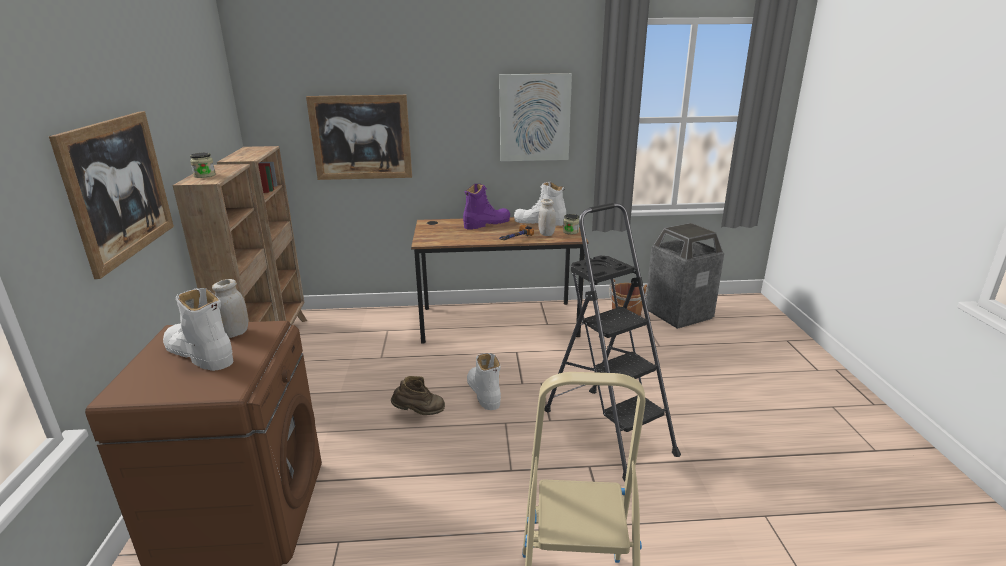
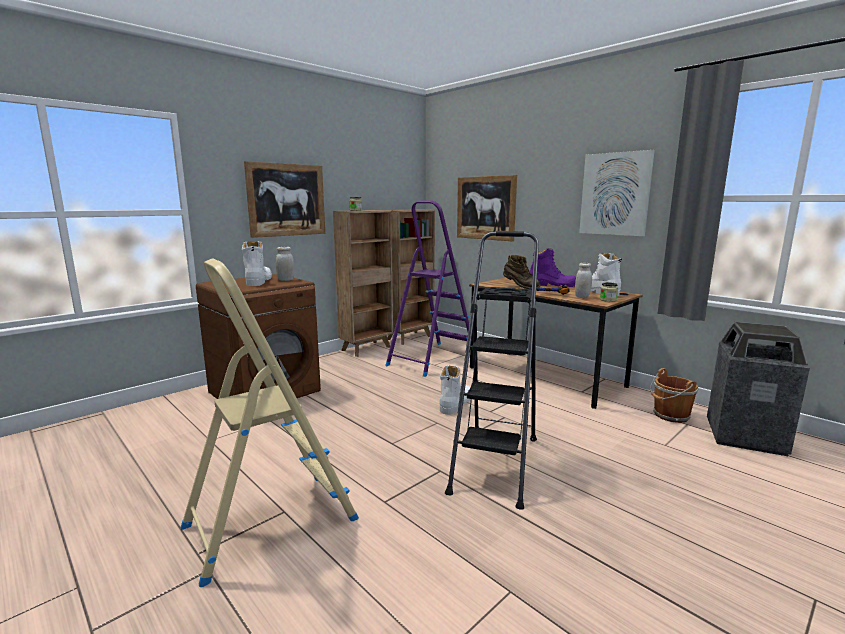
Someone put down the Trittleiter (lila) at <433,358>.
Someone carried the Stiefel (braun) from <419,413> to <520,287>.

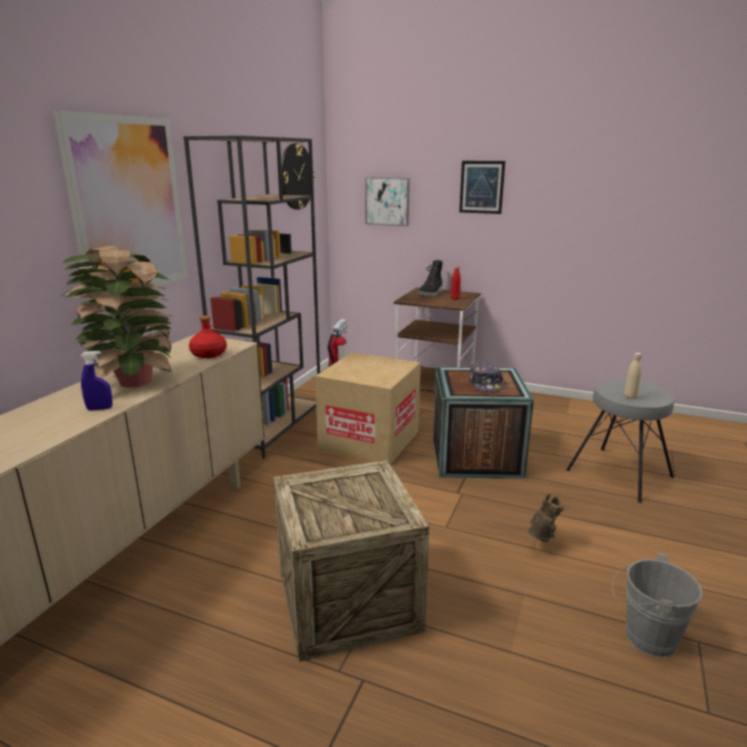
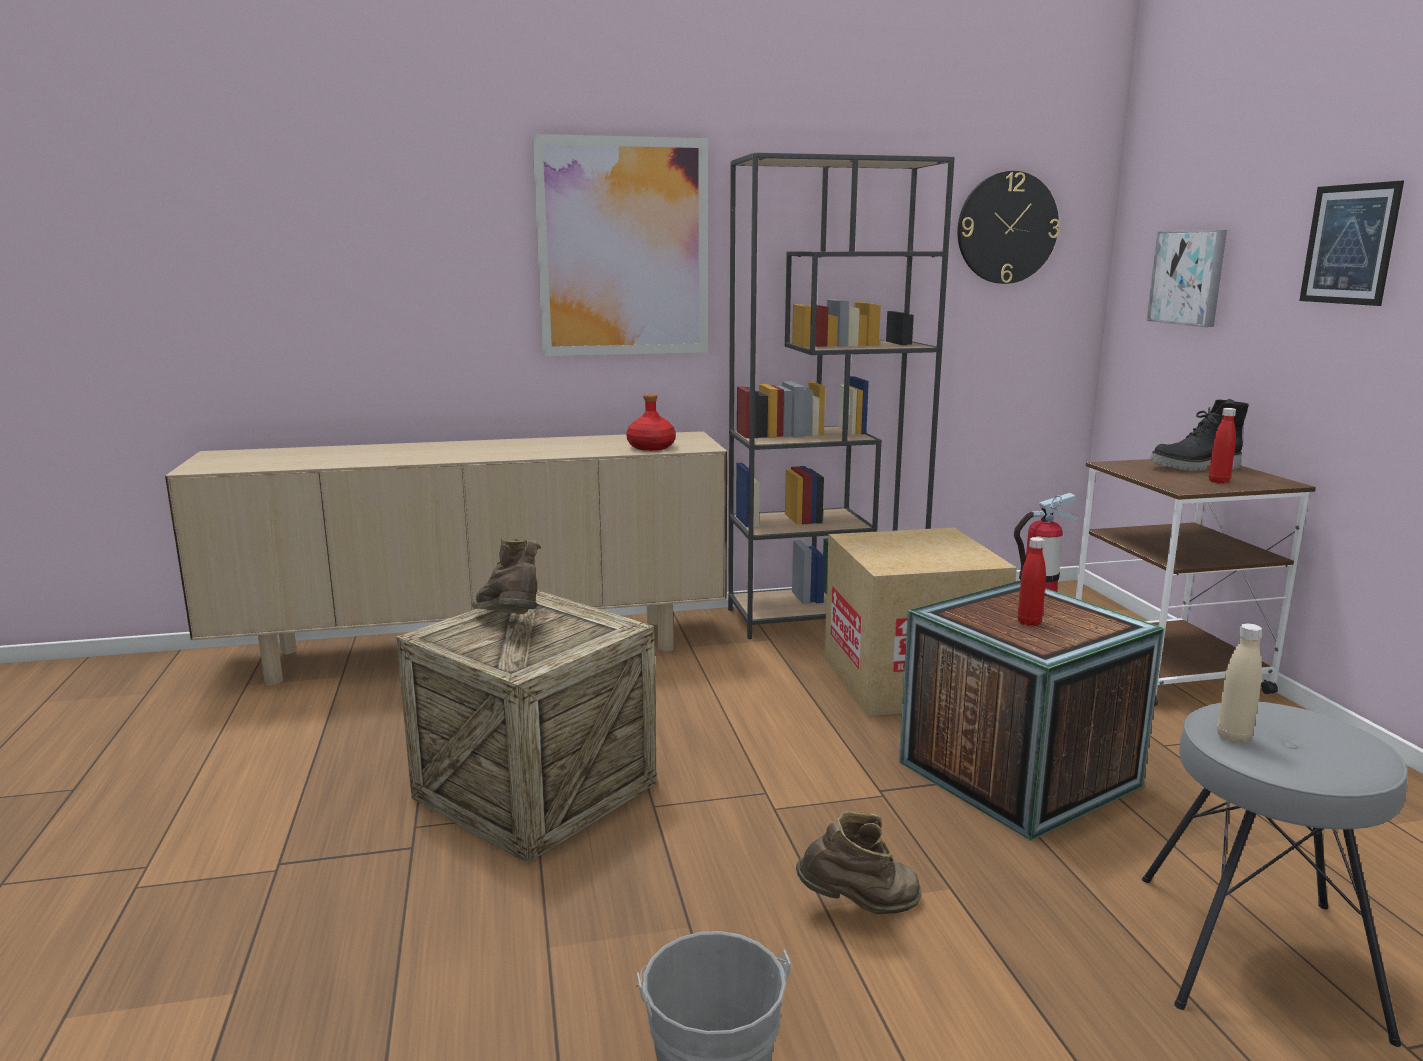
Someone put down the Stiefel (braun) at <510,624>.
Someone swapped the Kappe at <485,384> for the Flasche (rot) at <1029,623>.
Someone took away the Topfpflanze at <132,381>.
Someone took away the Sprühflasche (blau) at <99,409>.

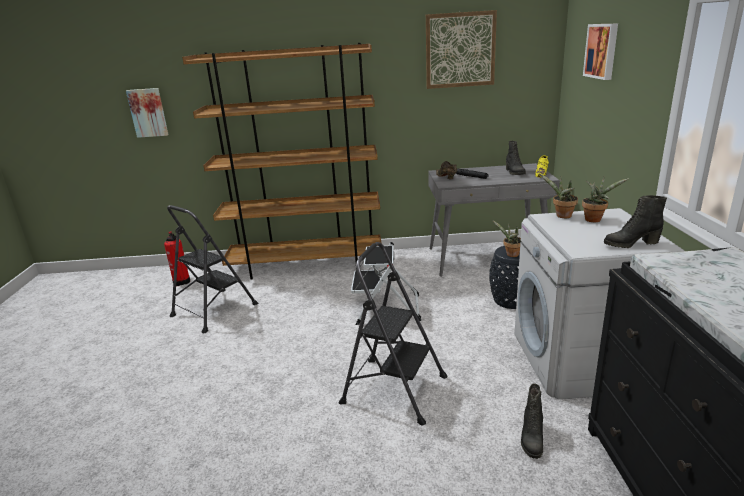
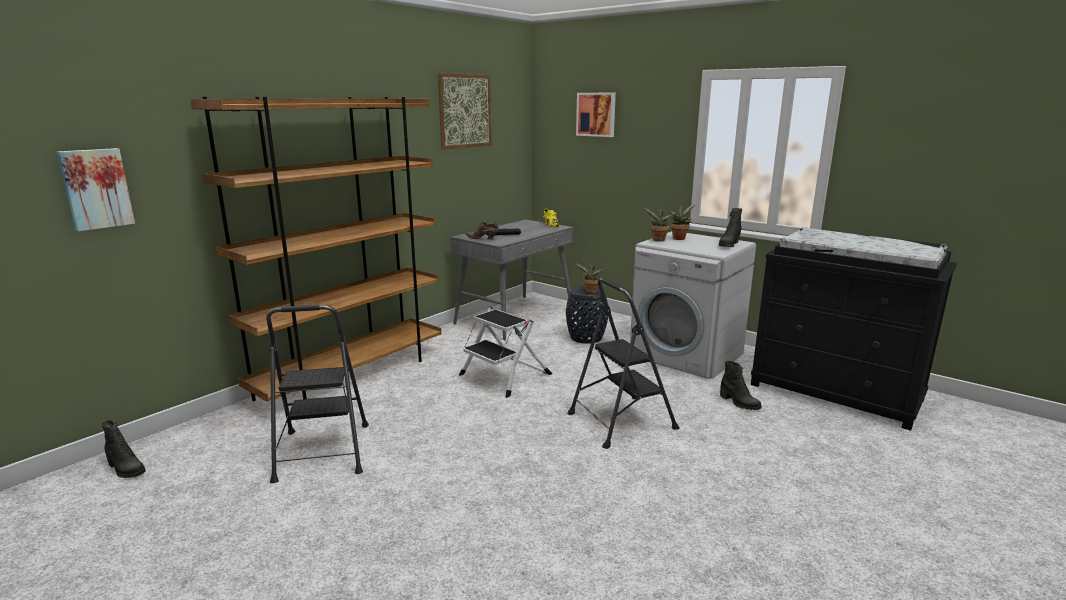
Someone carried the Stiefel (schwarz) from <514,172> to <126,469>.
Someone took away the Feuerlöscher at <182,281>.

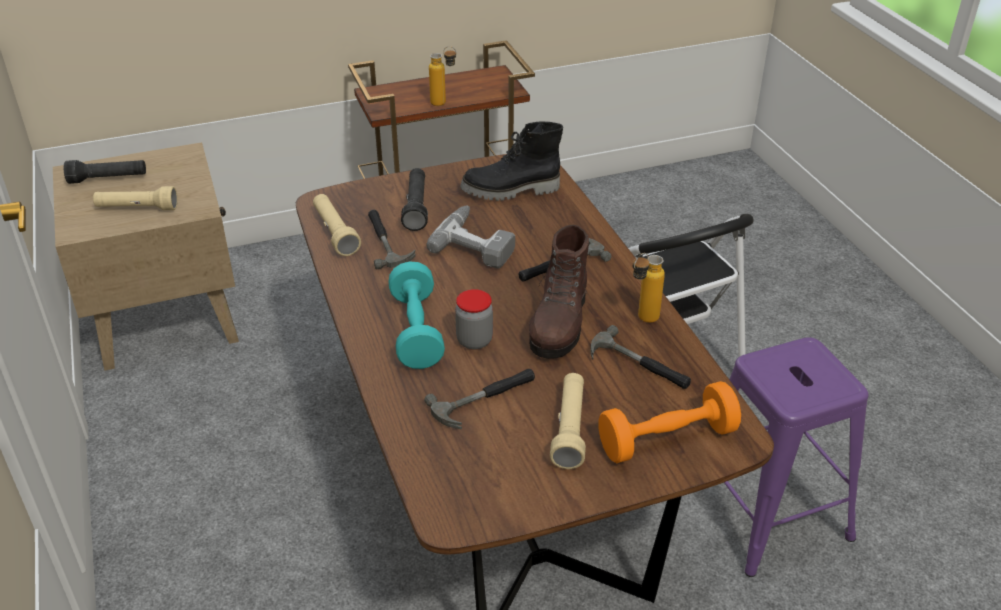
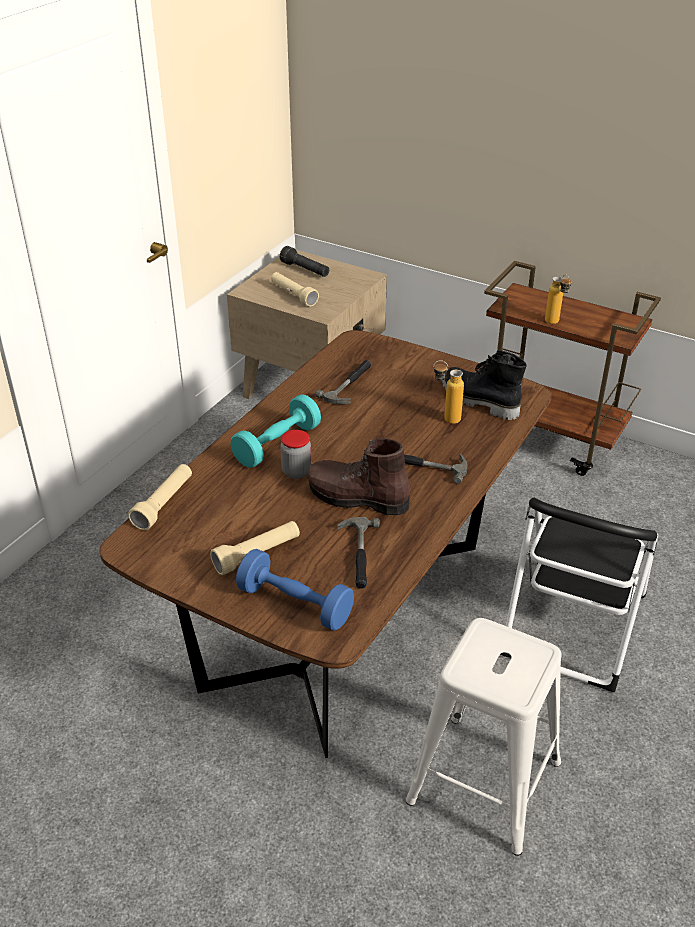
Someone carried the Taschenlampe (beige) from <335,233> to <164,504>.
Someone repainted the Hantel (orange) at <667,440>, which became the Hantel (blau) at <295,604>.
Someone rotated the Stiefel (braun) at <559,325> by 45 degrees clockwise.
Someone repainted the Hocker (lila) at <768,513>, which became the Hocker (weiß) at <484,782>.
Someone carried the Flasche from <642,320> to <445,418>.
Someone took away the Taschenlampe (schwarz) at <416,207>.
Someone took away the Hammer at <485,399>.
Someone took away the Bohrmaschine at <477,243>.

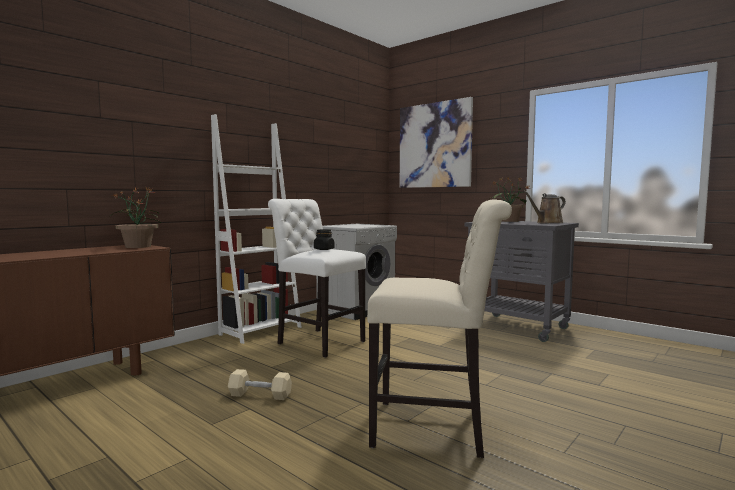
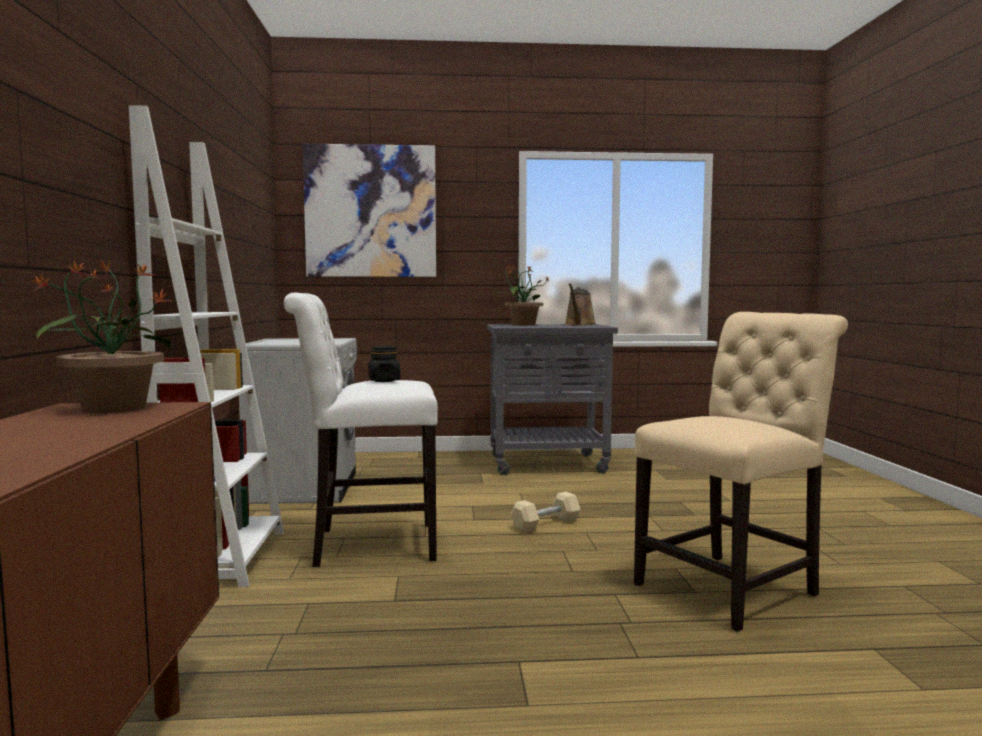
Someone carried the Hantel (beige) from <260,395> to <546,524>.
Someone swapped the Hocker (beige) at <436,429> for the Stuhl (beige) at <734,588>.

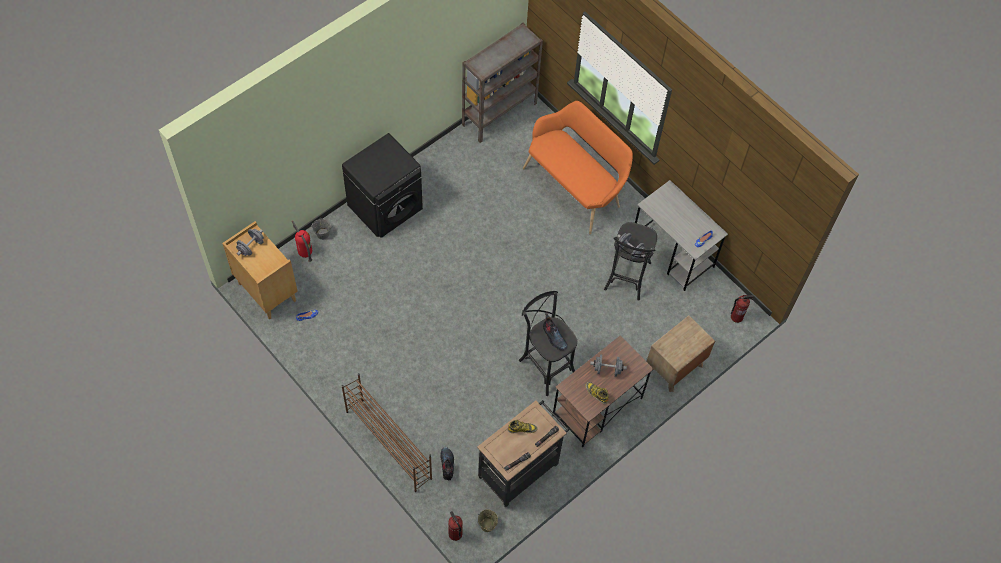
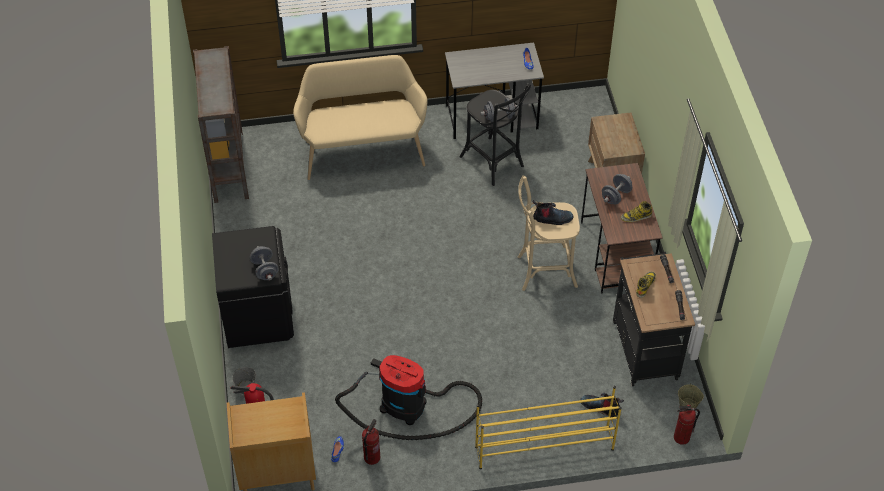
Someone carried the Hantel (grau) from <251,247> to <265,270>.
Someone repainted the Bank (orange) at <575,186>, which became the Bank (beige) at <362,150>.
Someone put down the Staubsauger at <408,407>.
Someone carried the Feuerlöscher from <736,316> to <371,457>.
Someone repainted the Schuhregal (braun) at <388,444>, which became the Schuhregal (gelb) at <543,448>.
Someone repainted the Hocker (schwarz) at <546,365>, which became the Hocker (beige) at <543,271>.

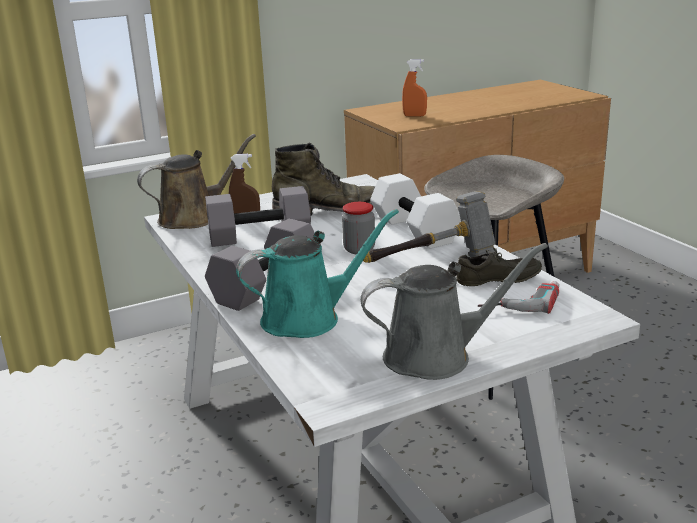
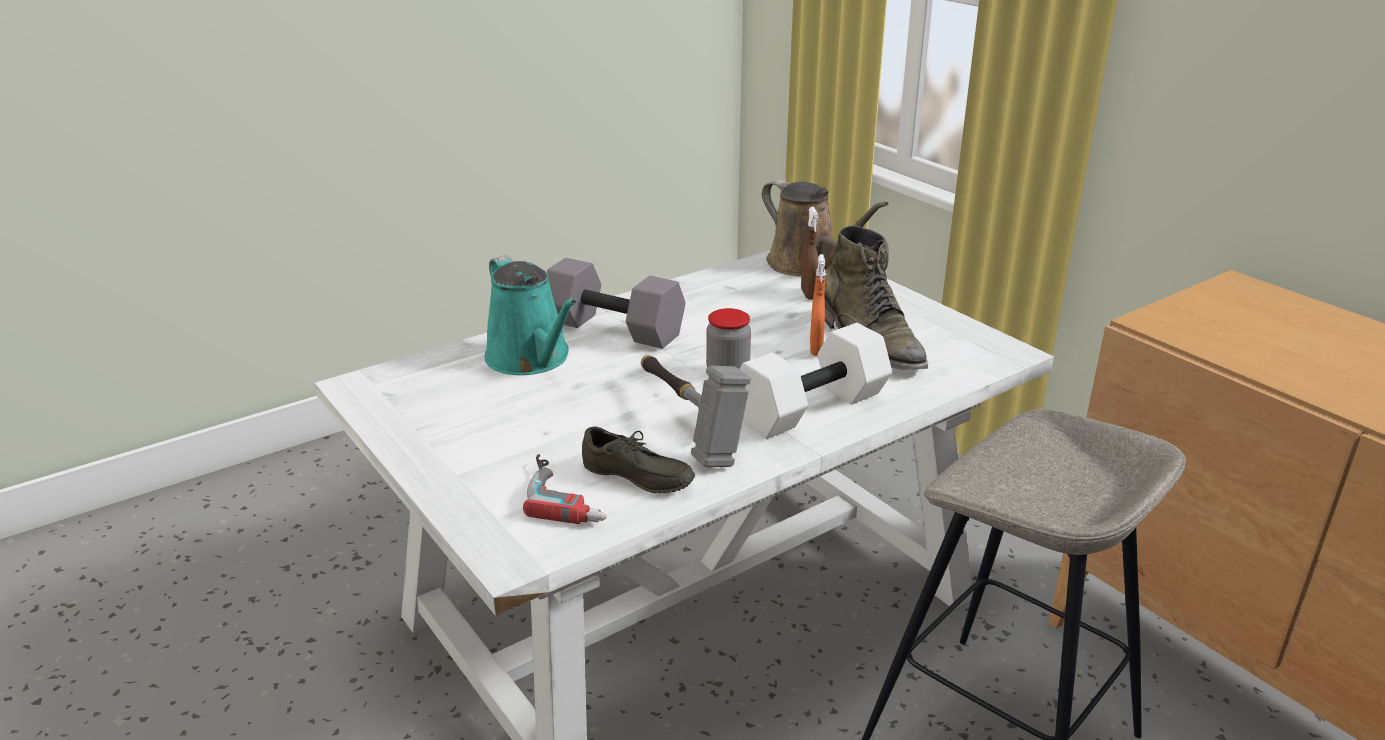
Someone rotated the Schuh (grau) at <499,280> by 45 degrees counterclockwise.
Someone carried the Sprühflasche (orange) from <414,116> to <816,349>.
Someone took away the Hantel (grau) at <260,236>.
Someone took away the Gießkanne (grau) at <436,356>.

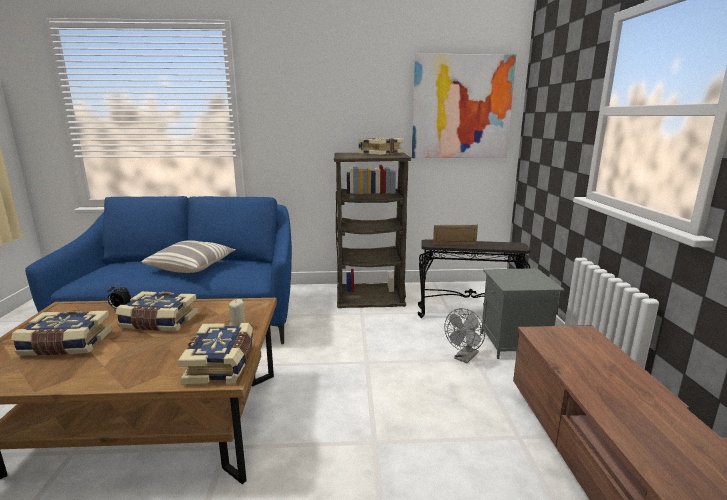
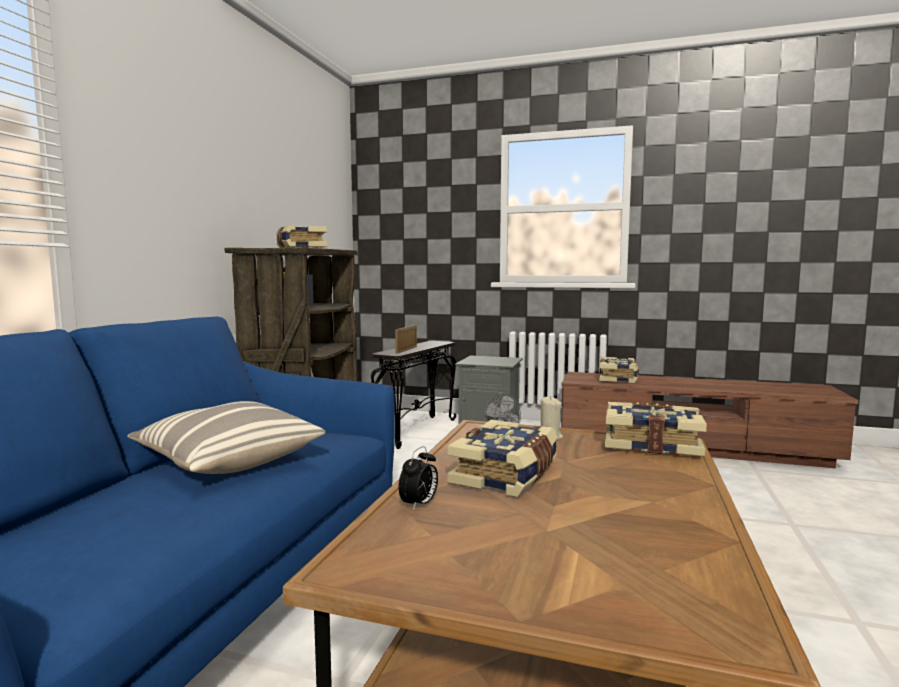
Someone carried the Buch from <66,345> to <619,378>.
Someone took away the Bild at <461,107>.

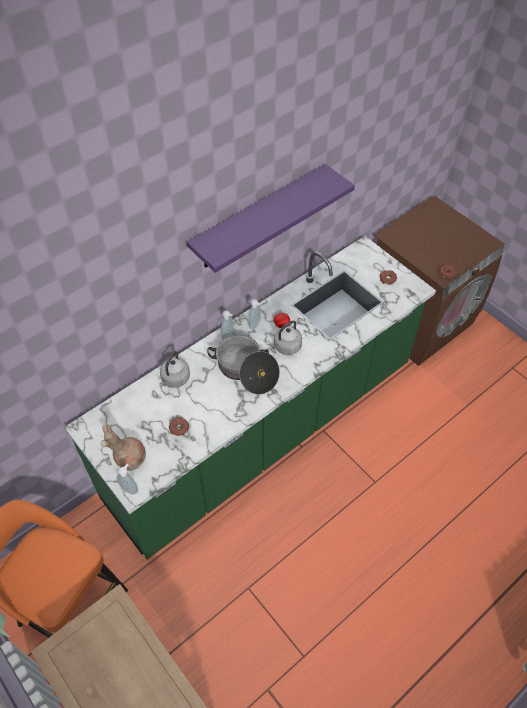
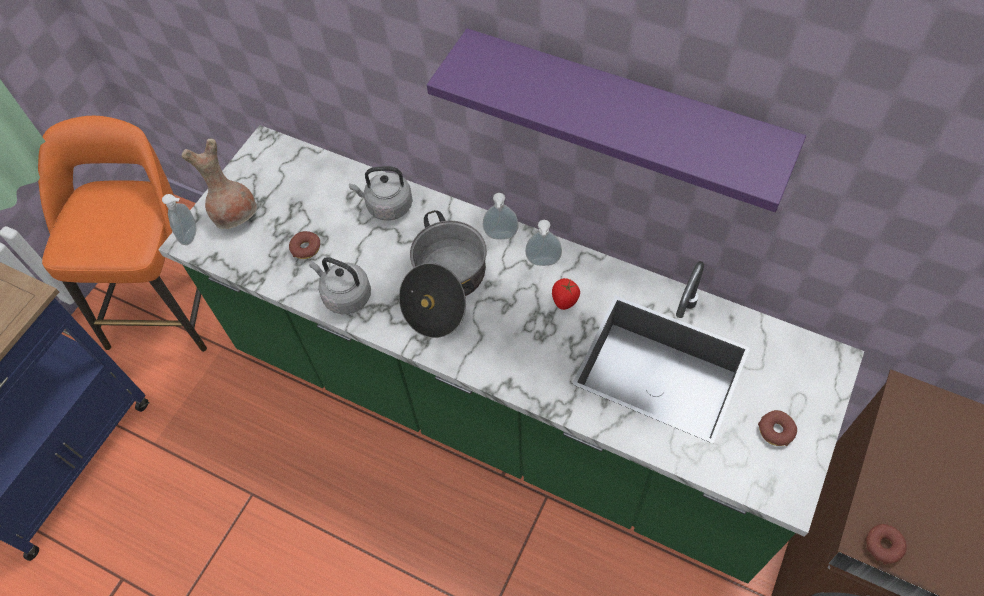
Someone carried the Wasserkessel (grau) from <286,347> to <345,295>.

